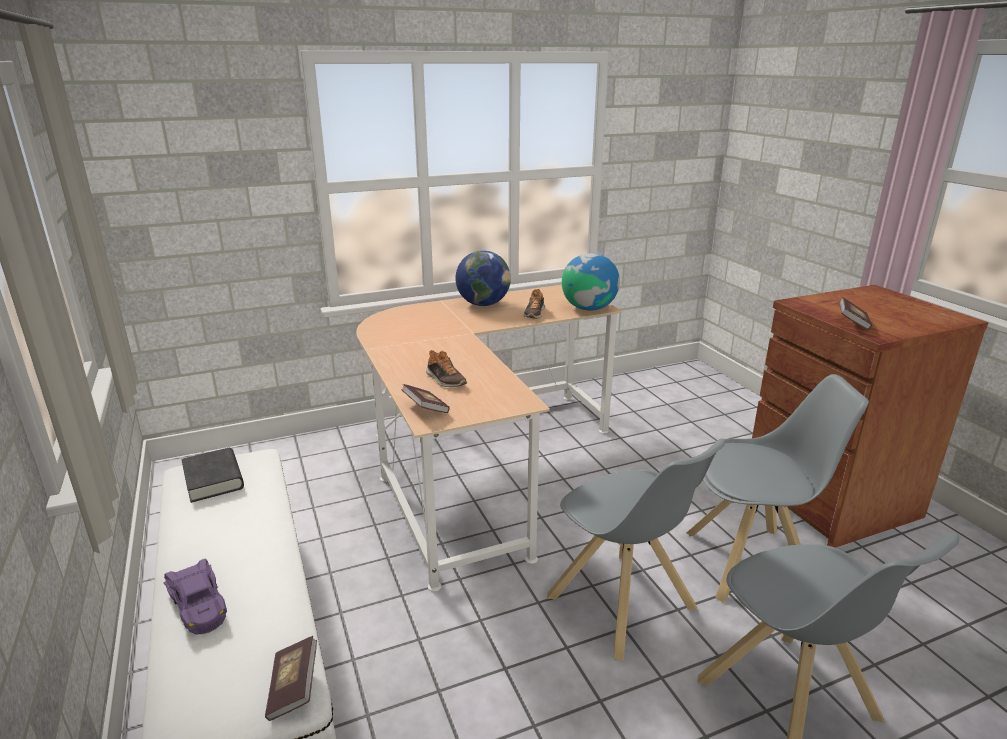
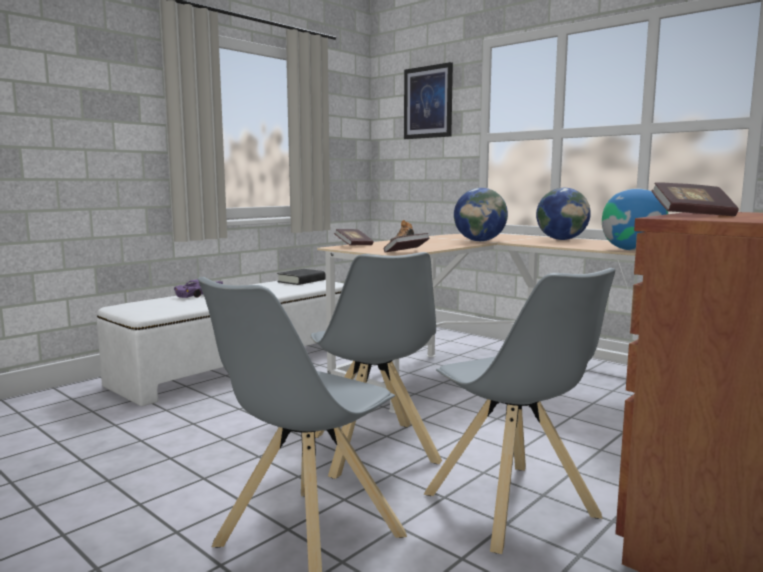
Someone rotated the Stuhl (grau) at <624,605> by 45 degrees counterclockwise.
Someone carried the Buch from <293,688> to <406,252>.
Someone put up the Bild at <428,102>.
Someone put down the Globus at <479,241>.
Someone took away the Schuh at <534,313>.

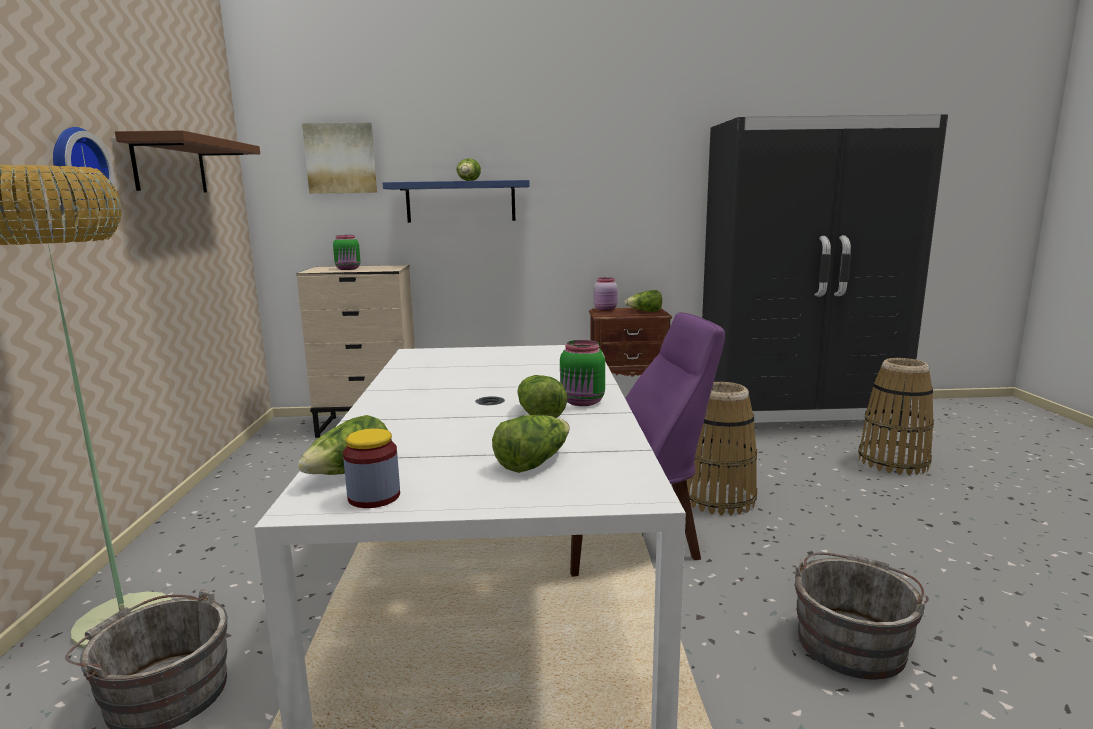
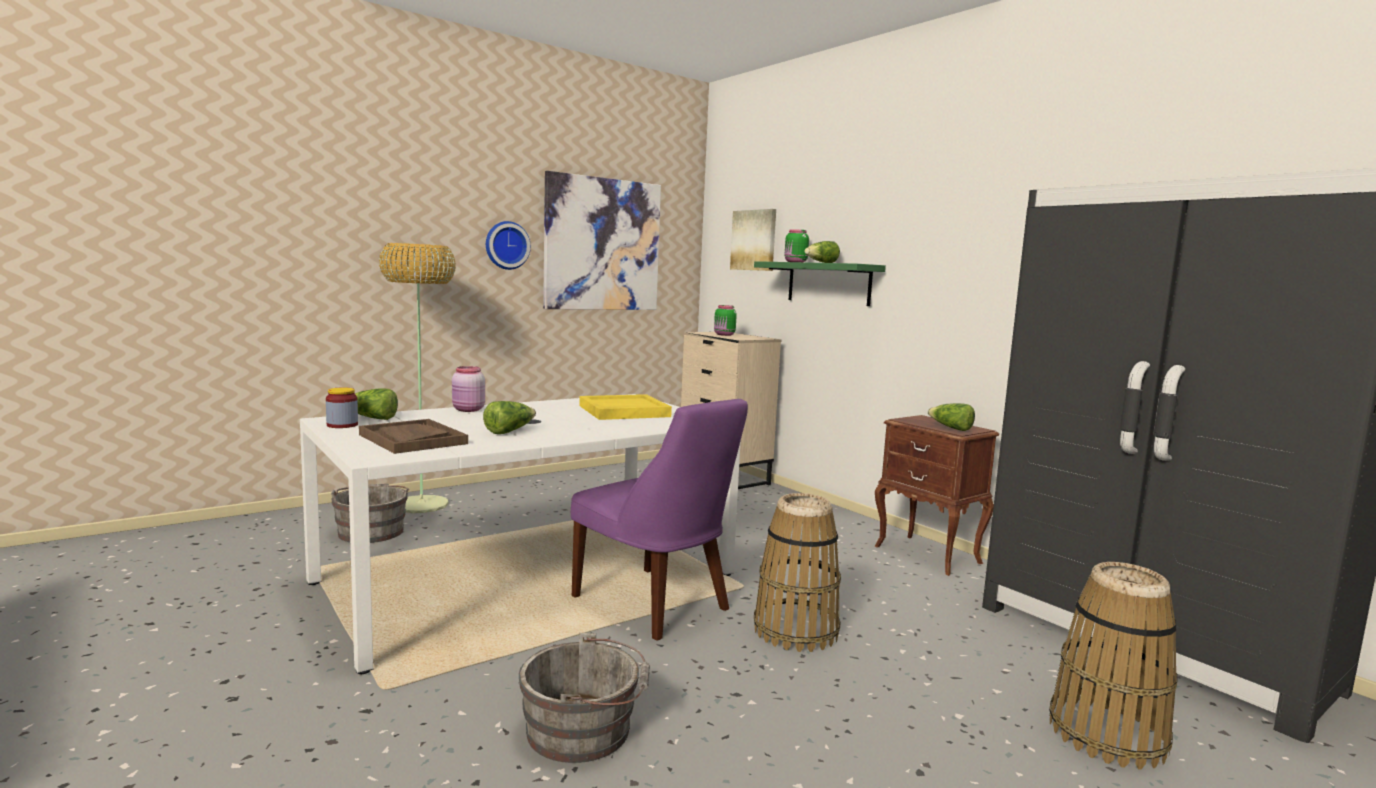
Someone swapped the Salatkopf at <533,462> for the Tablett (braun) at <412,439>.
Someone carried the Vorratsglas (rosa) from <606,309> to <468,410>.
Someone swapped the Wandregal (braun) at <170,166> for the Bild at <602,244>.
Someone put down the Tablett (gelb) at <623,411>.
Someone repainted the Wandregal (blau) at <460,202>, which became the Wandregal (grün) at <828,283>.
Someone carried the Vorratsglas (grün) from <583,402> to <795,262>.

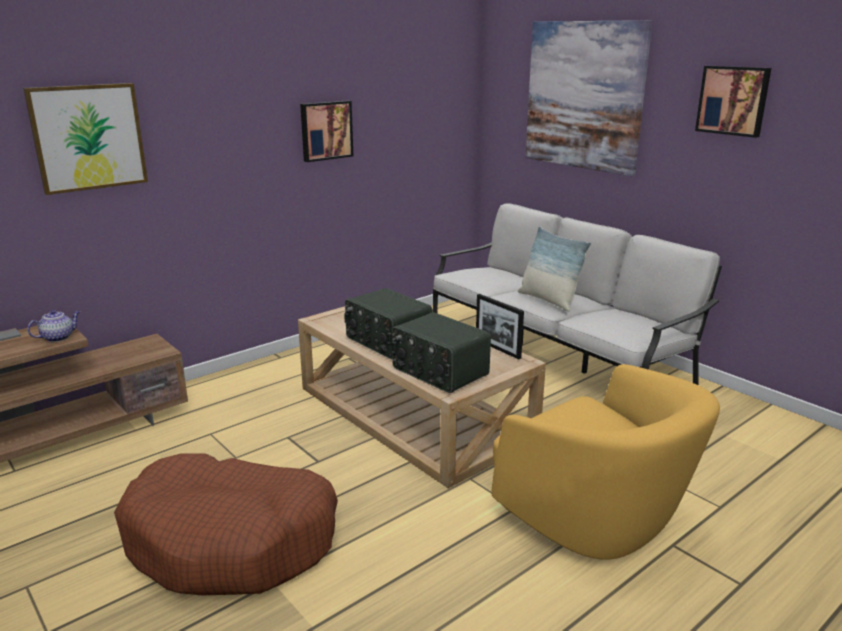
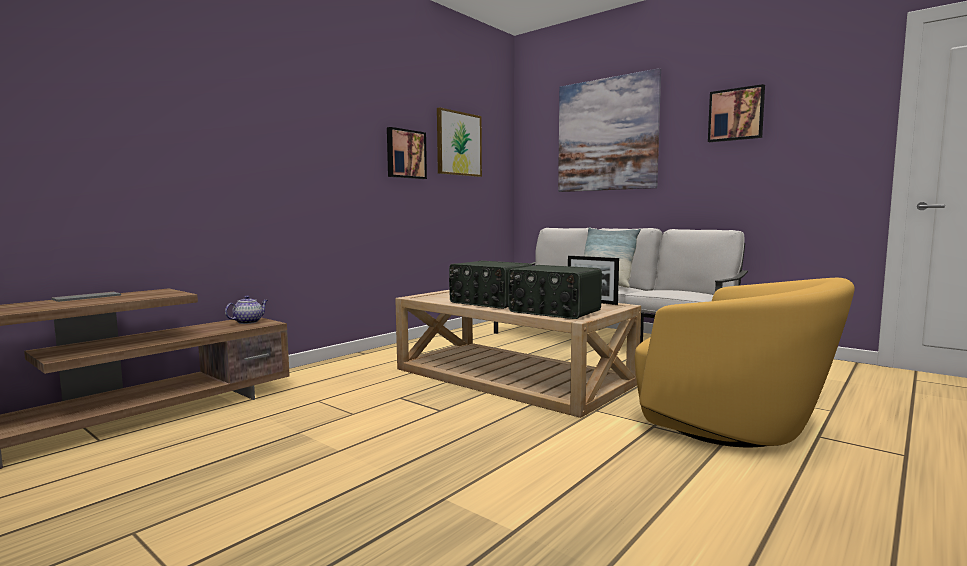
Someone carried the Teekanne from <58,337> to <248,322>.
Someone carried the Bild from <88,137> to <458,144>.
Someone took away the Hundebett (braun) at <232,541>.

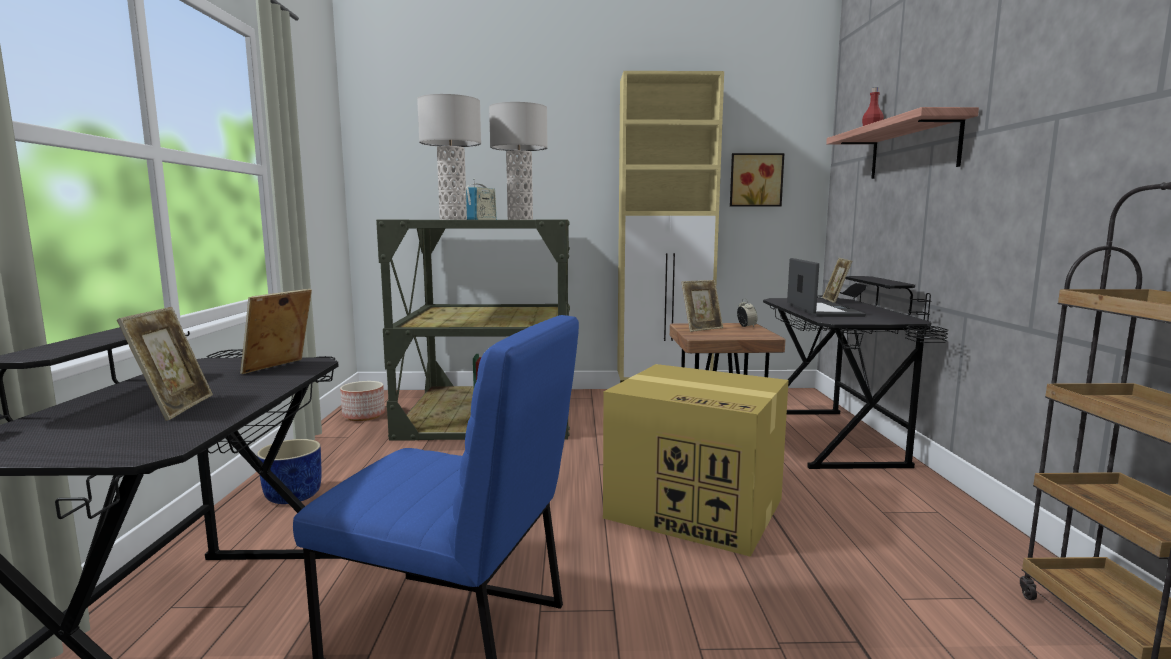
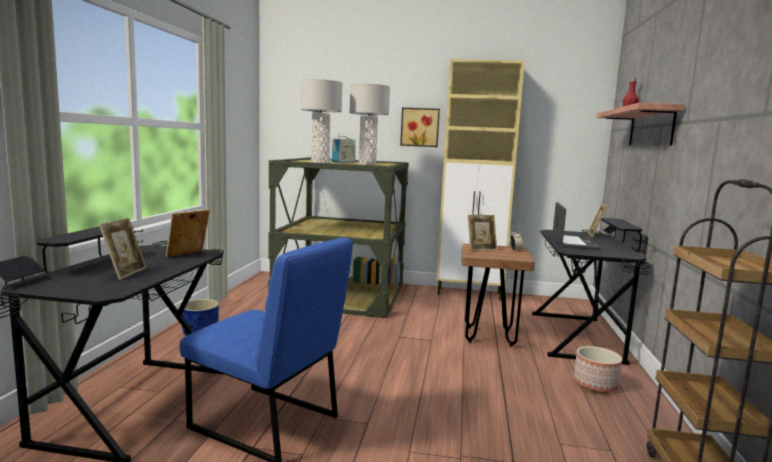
Someone carried the Bild from <755,180> to <420,127>.
Someone carried the Pflanzkübel from <363,416> to <594,384>.
Someone took away the Karton at <697,508>.

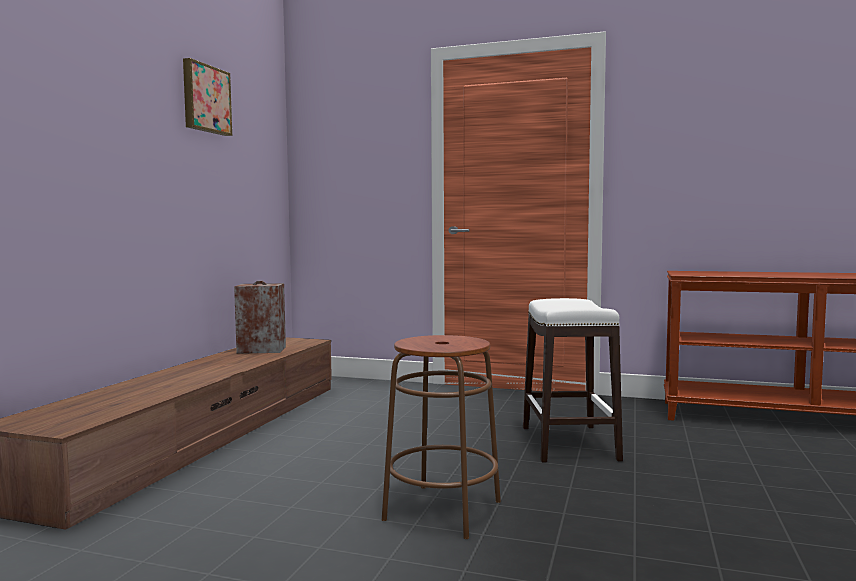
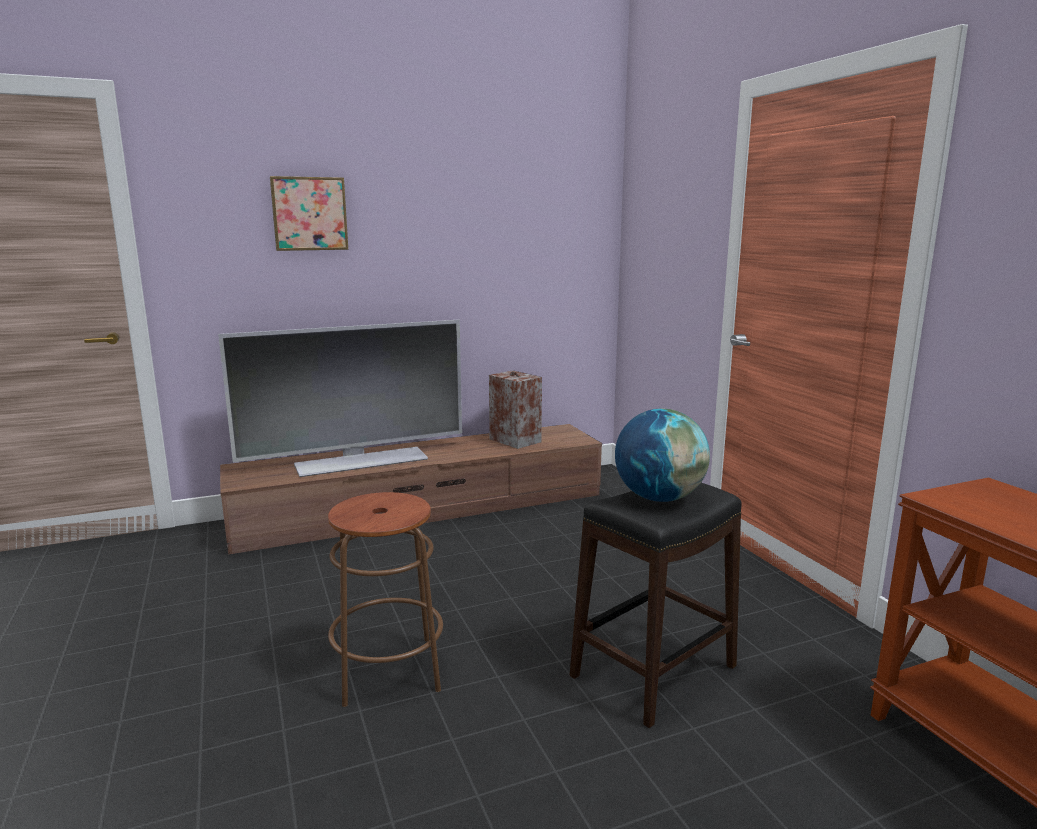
Someone put down the Fernseher at <360,461>.
Someone carried the Bild from <205,99> to <309,214>.
Someone repainted the Hocker (weiß) at <569,443>, which became the Hocker (schwarz) at <655,671>.
Someone put down the Globus at <659,498>.

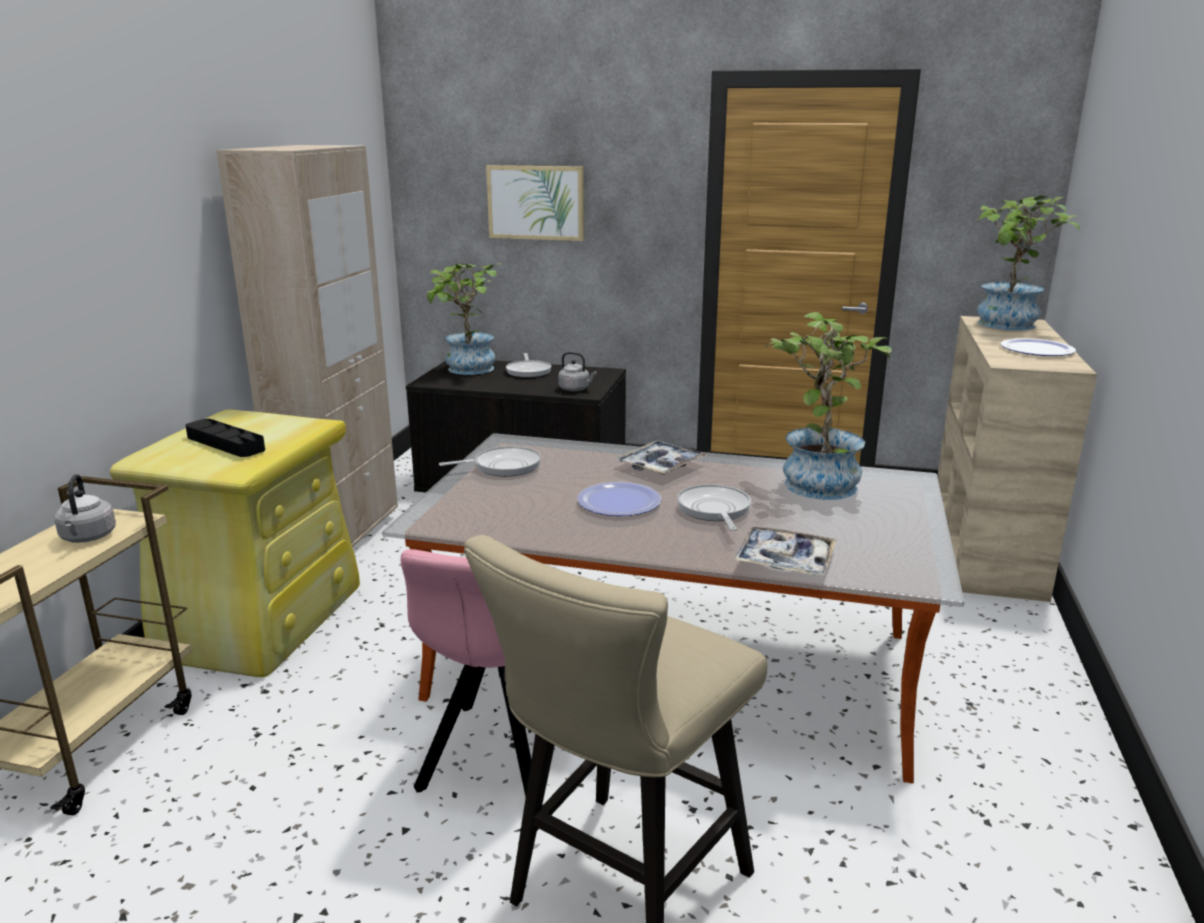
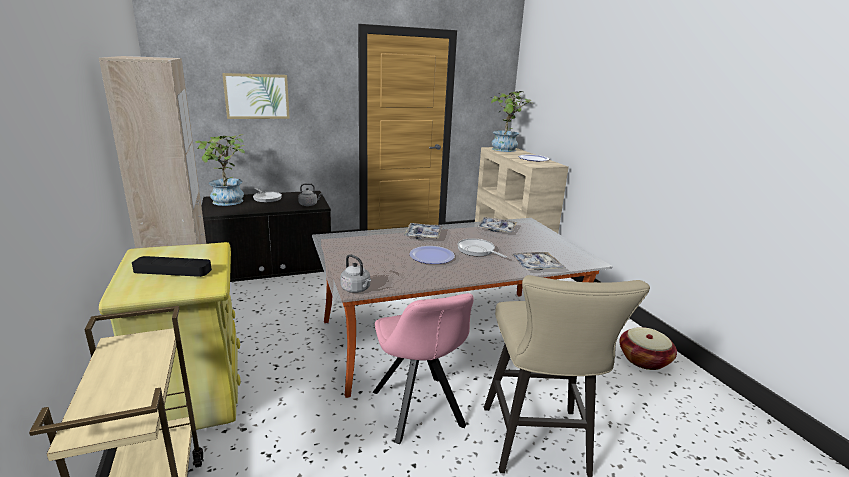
Someone carried the Wasserkessel (grau) from <88,538> to <356,289>.
Someone swapped the Topfpflanze at <818,481> for the Tablett at <496,229>.
Someone put down the Korb at <644,359>.
Someone took away the Pfanne at <503,466>.

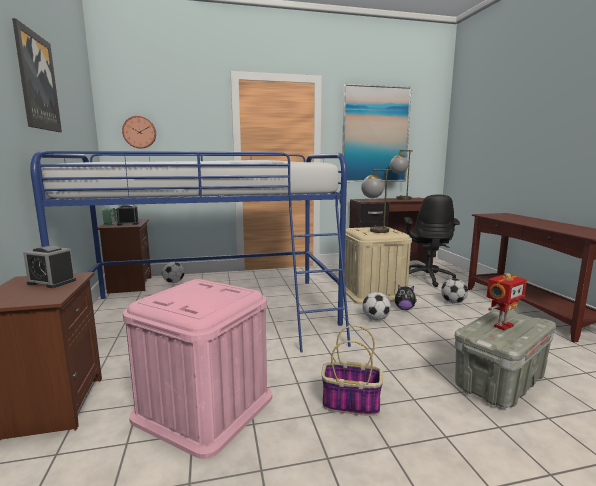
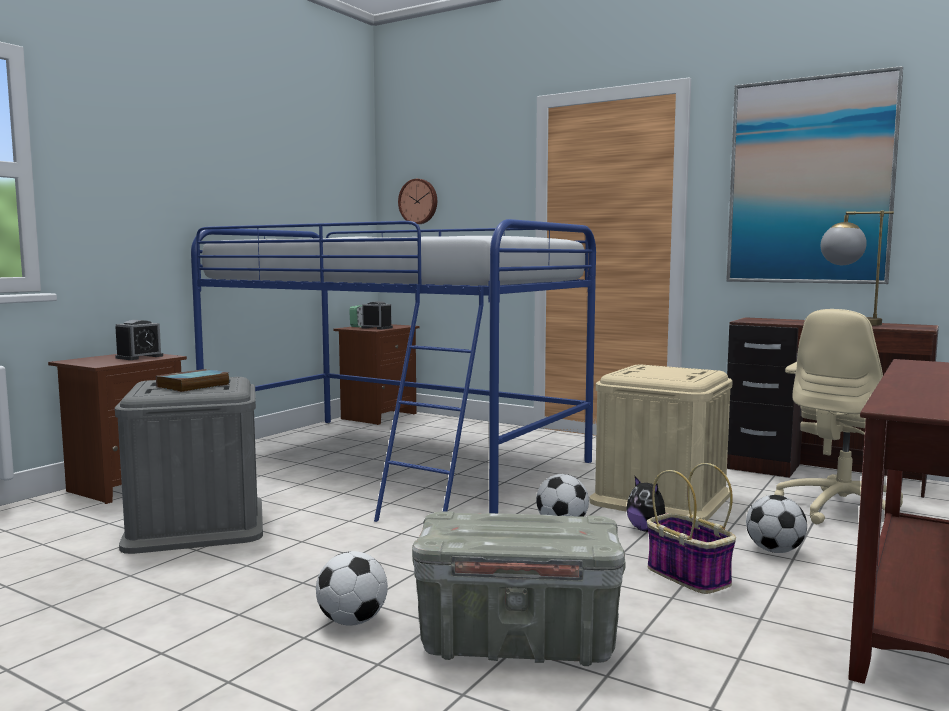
Someone rotated the Wecker at <52,282> by 120 degrees counterclockwise.
Someone repainted the Aufbewahrungsbox (rosa) at <204,407>, which became the Aufbewahrungsbox (grau) at <196,524>.
Someone put down the Buch at <192,386>.
Someone carried the Fußball from <174,282> to <352,621>.
Someone carried the Korb from <350,403> to <686,575>.
Someone repainted the Bürostuhl (schwarz) at <427,278>, which became the Bürostuhl (beige) at <843,509>.
Someone took away the Bild at <36,82>.
Someone took away the Tischlampe at <374,230>.
Someone took away the Spielzeugroboter at <502,326>.

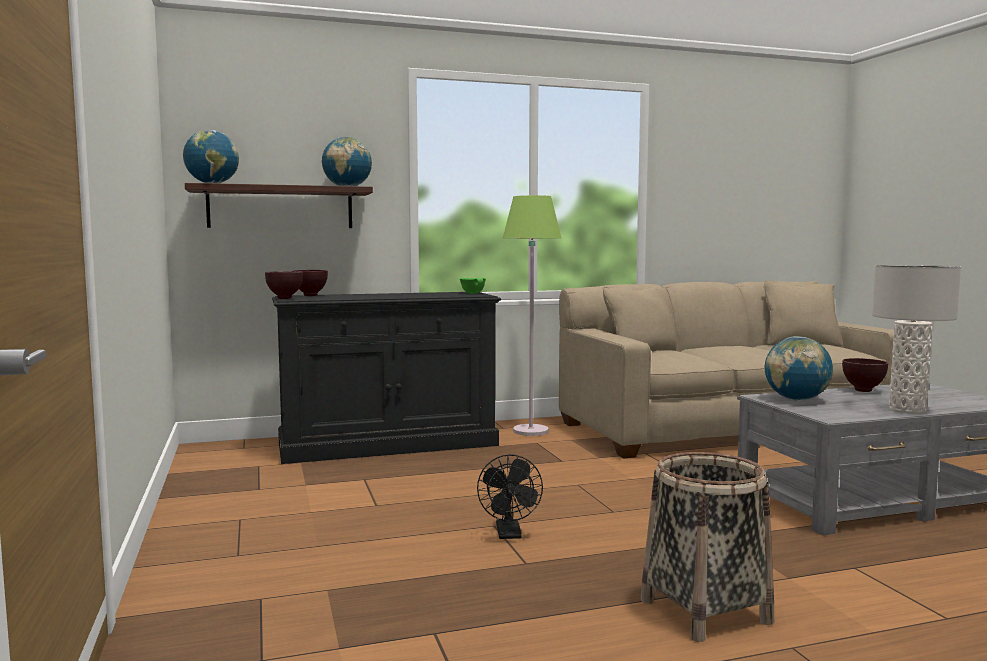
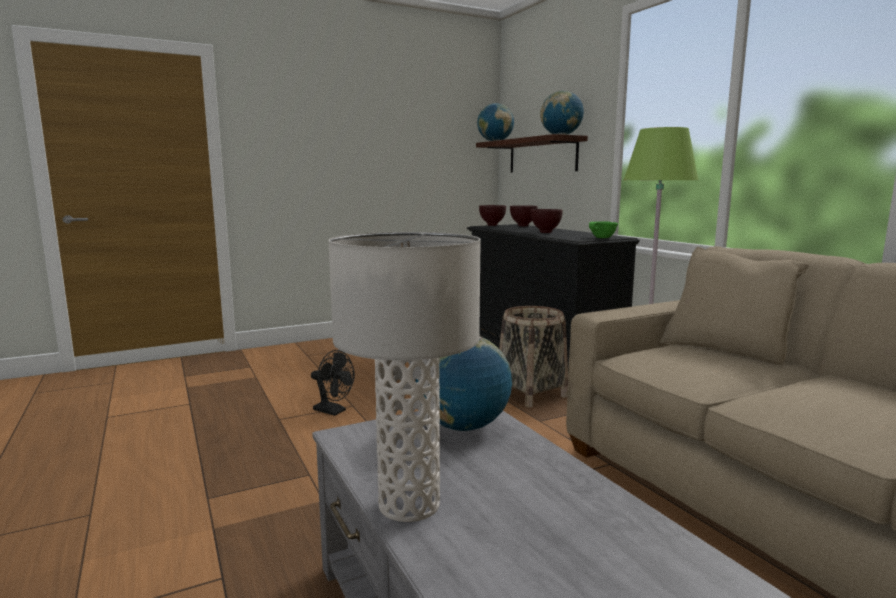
Someone rotated the Ventilator (schwarz) at <509,534> by 135 degrees counterclockwise.
Someone carried the Korb from <704,611> to <531,393>.
Someone carried the Schüssel (braun) from <864,391> to <545,232>.

